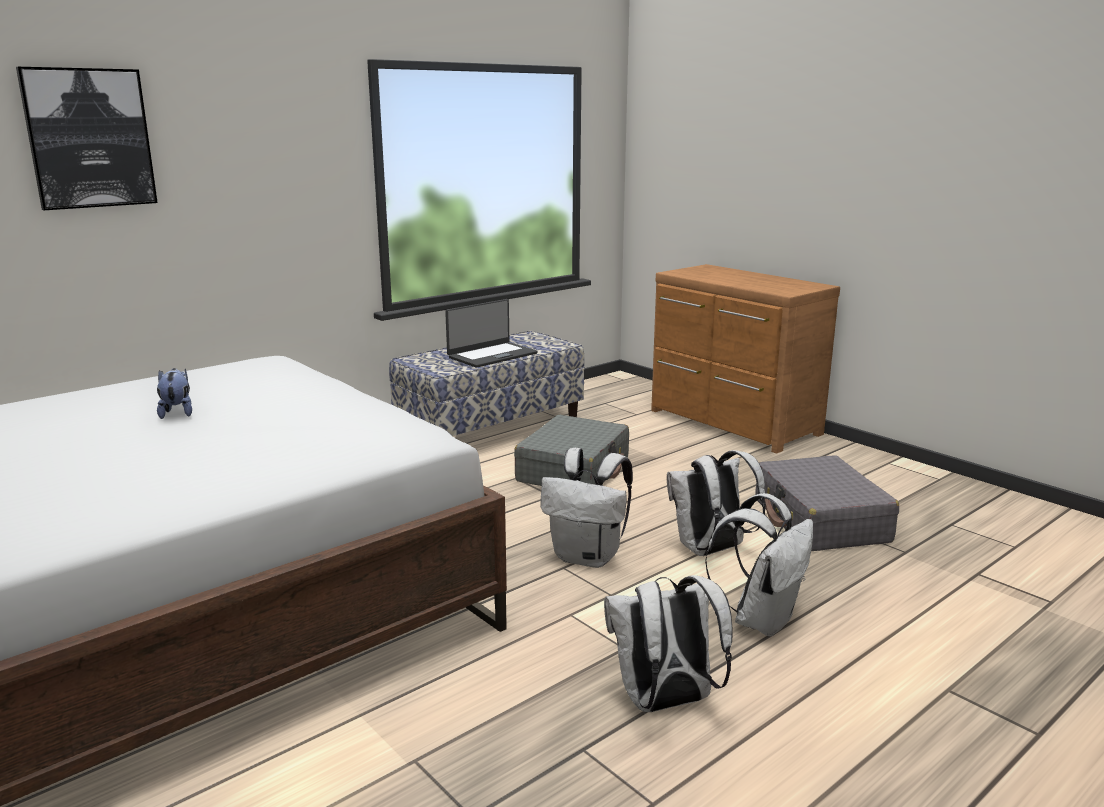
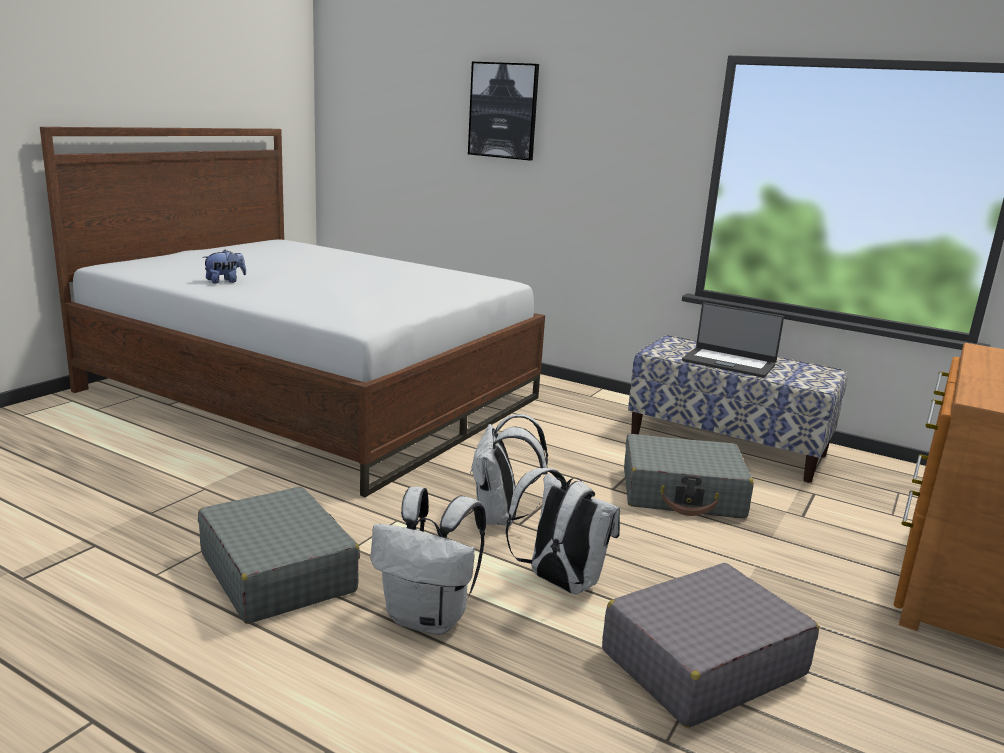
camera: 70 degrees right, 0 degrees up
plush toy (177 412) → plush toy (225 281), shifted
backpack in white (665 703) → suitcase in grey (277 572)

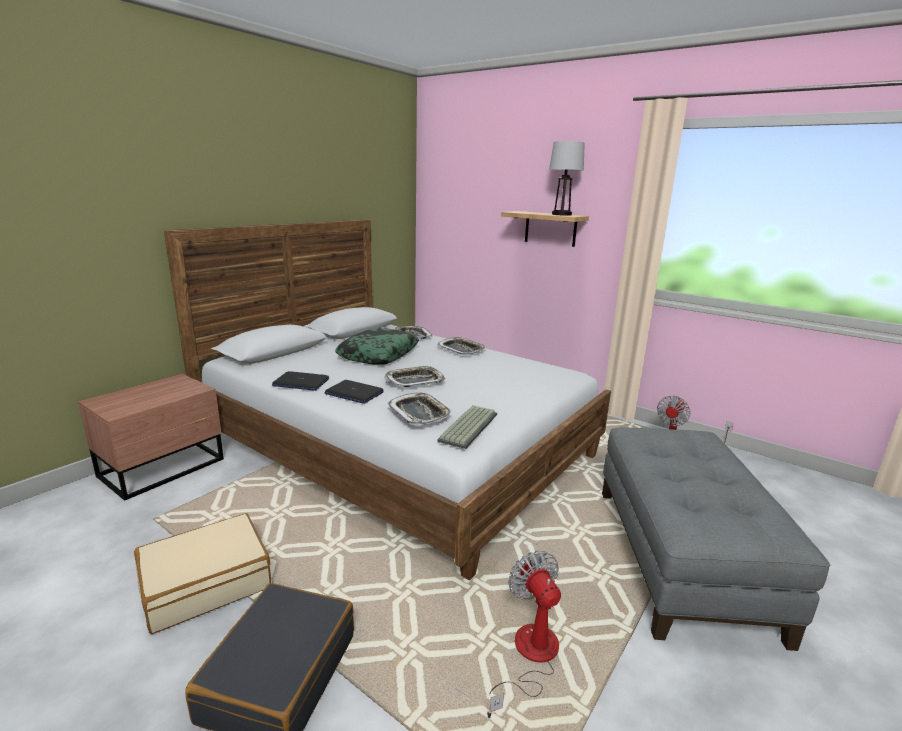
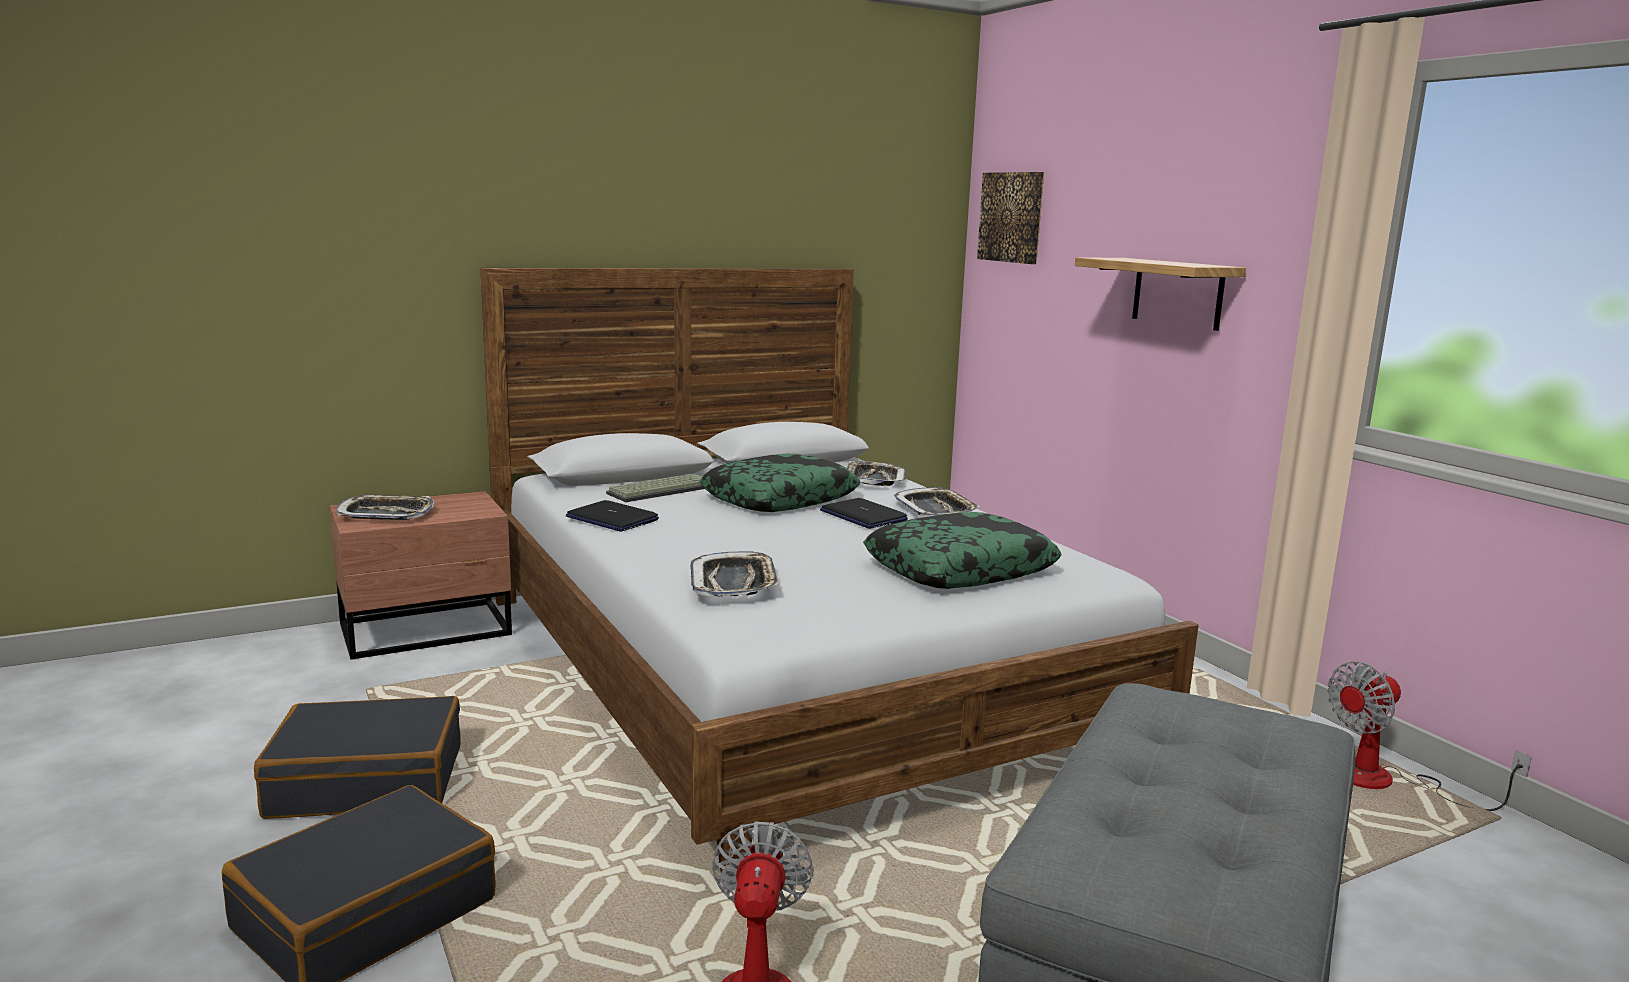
camera: 25 degrees right, 5 degrees down
suitcase in beige (206 583) → suitcase in black (367 781)
laptop (354 393) → laptop (863 516), shifted
tray (415 381) → tray (386 514), shifted
keyboard (467 426) → keyboard (661 489), shifted
table lamp (561 214) → -
- → pillow (960 569)
- → picture (1012 217)

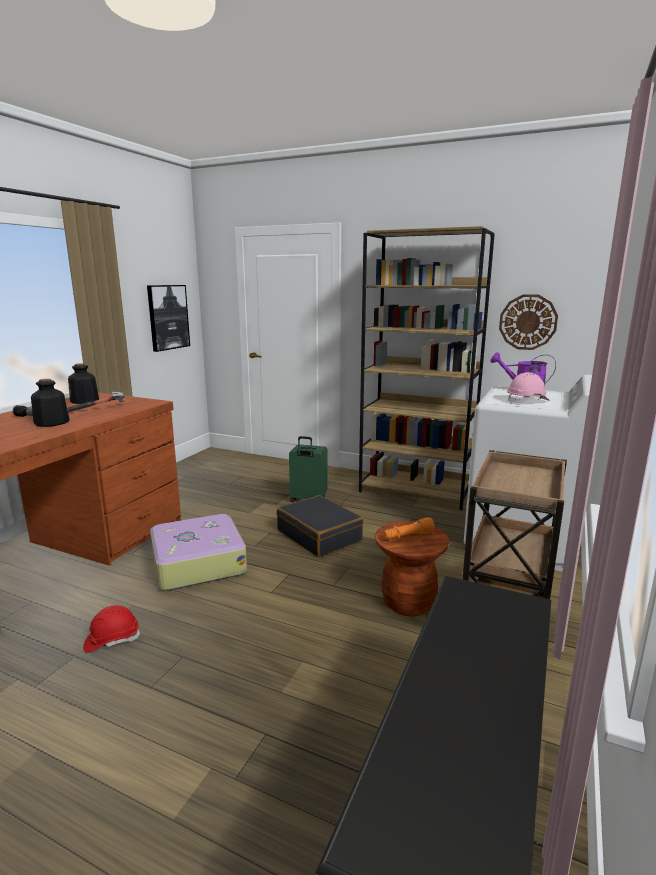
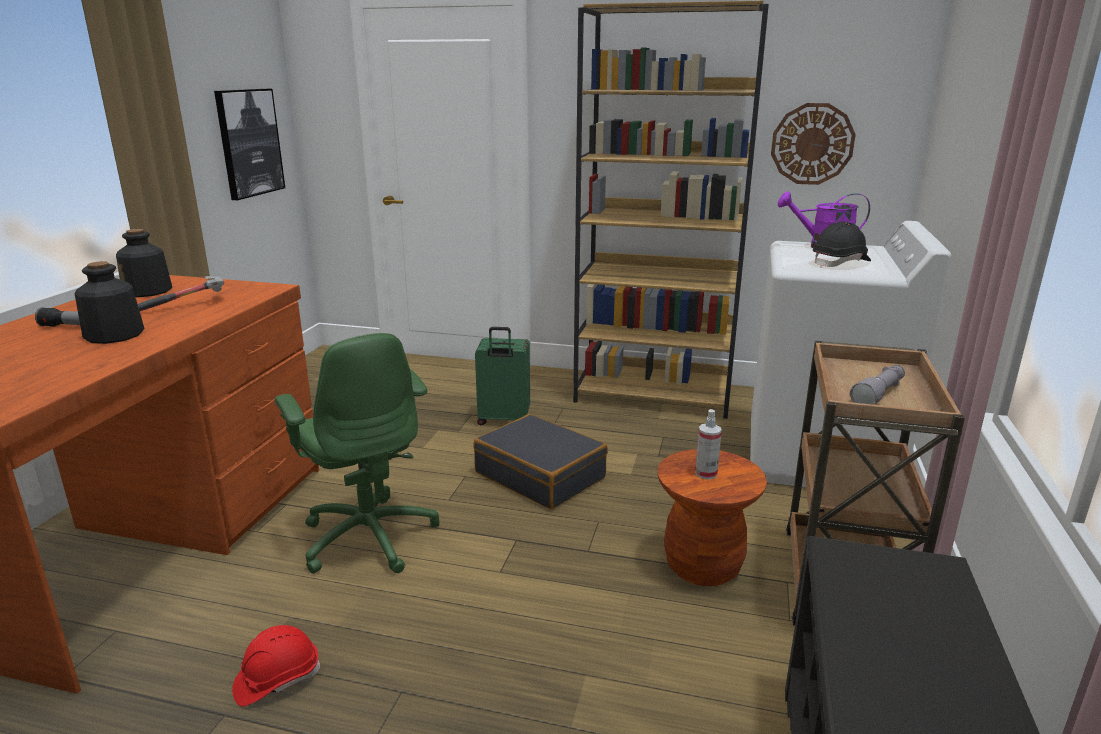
camera: 10 degrees left, 5 degrees up
suitcase (197 562) → office chair in green (369 536)
flashlight in orange (408 536) → spray bottle (706 473)
hard hat in pink (527 401) → hard hat in black (840 263)
- → flashlight in grey (879 394)

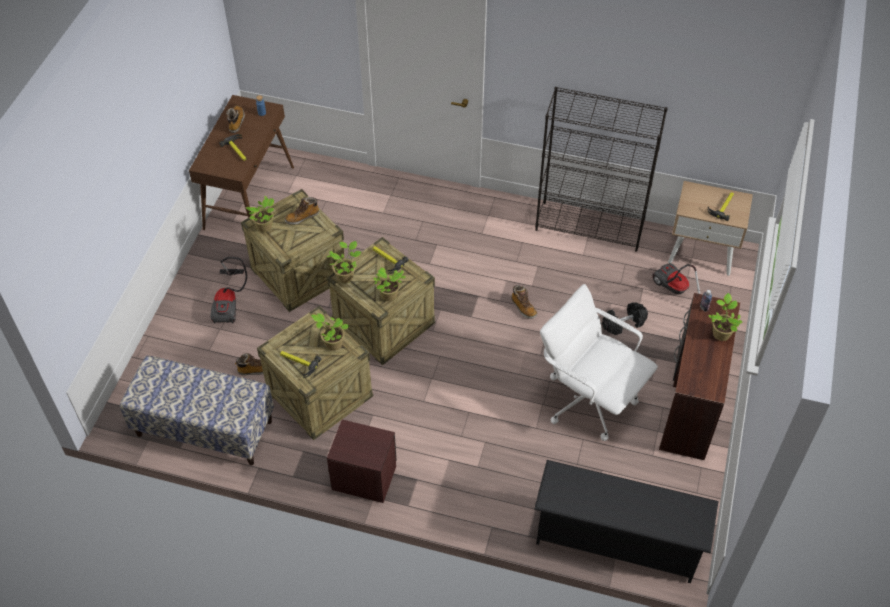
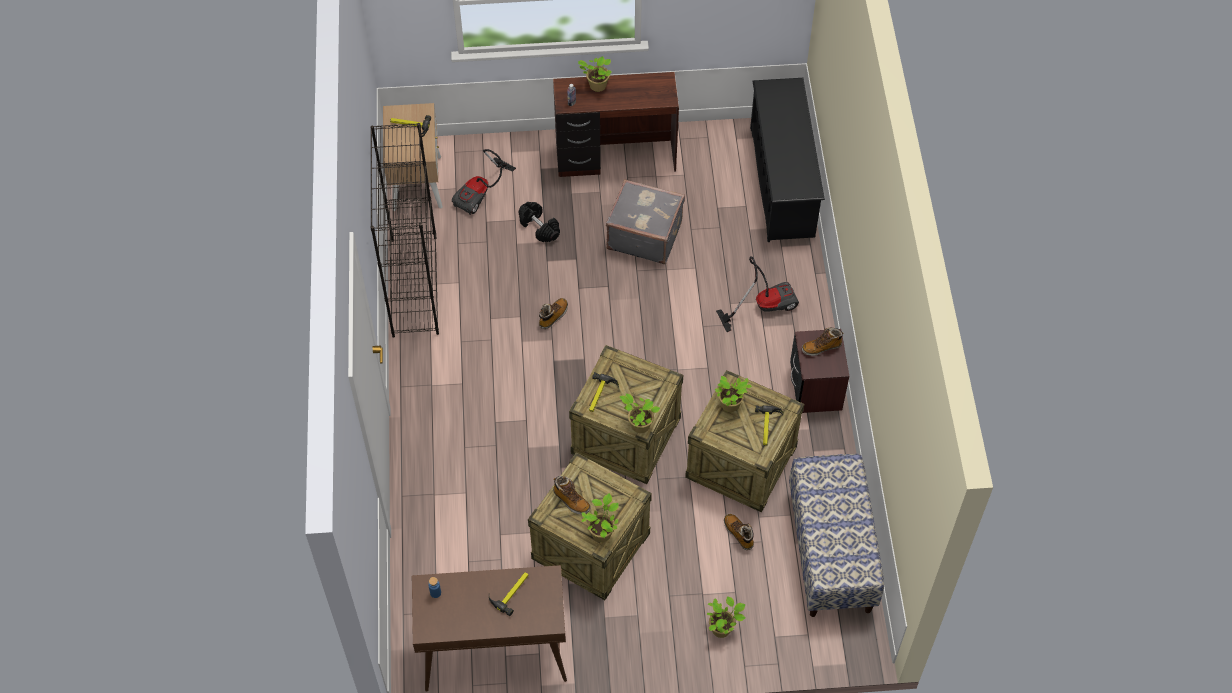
camera: 110 degrees left, 5 degrees up
vacuum cleaner (230 302) → vacuum cleaner (763 305), shifted
boot (236 122) → boot (821 347), shifted
potted plant (389 296) → potted plant (722 628), shifted
office chair in white (589 400) → suitcase in grey (644 234)

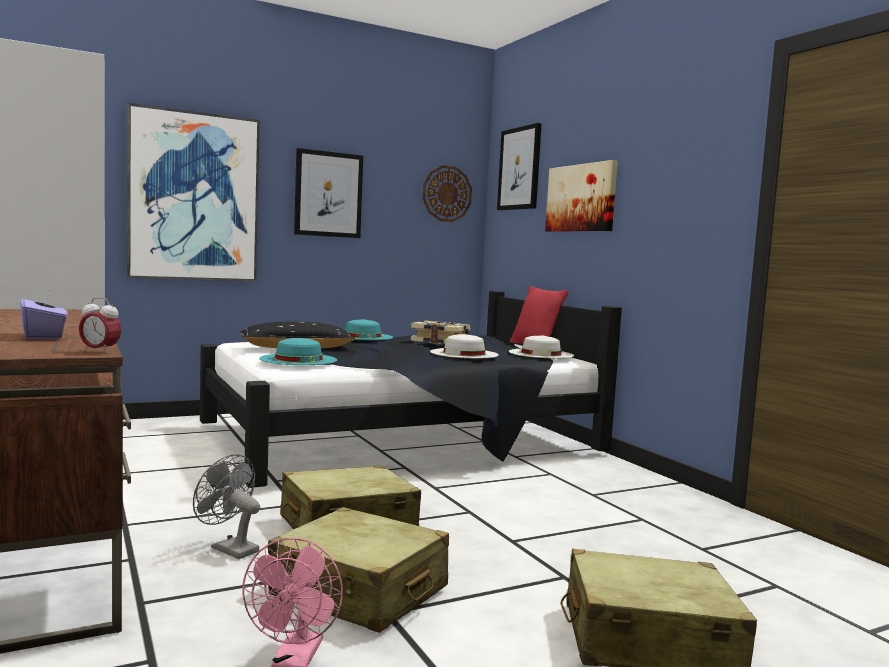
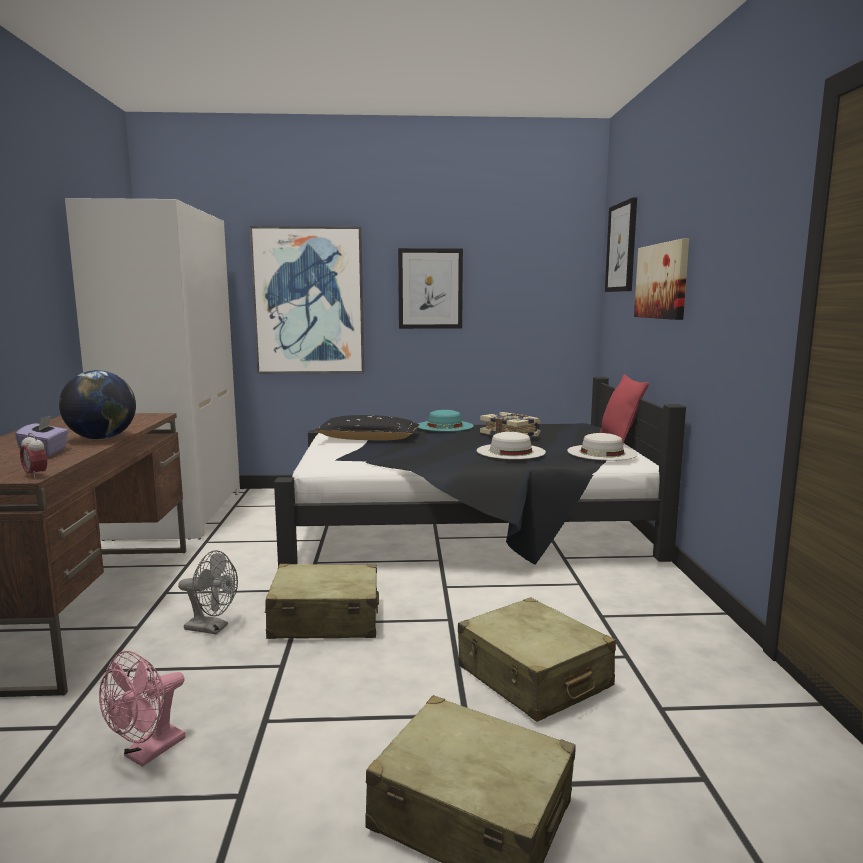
camera: 25 degrees right, 5 degrees up
fan in grey (229 548) → fan in grey (212 628), 135 degrees clockwise
hat in turquoise (299 359) → -
suitcase in beige (359 592) → suitcase in beige (533 677), shifted
wall clock (447 193) → -
- → globe (101 438)

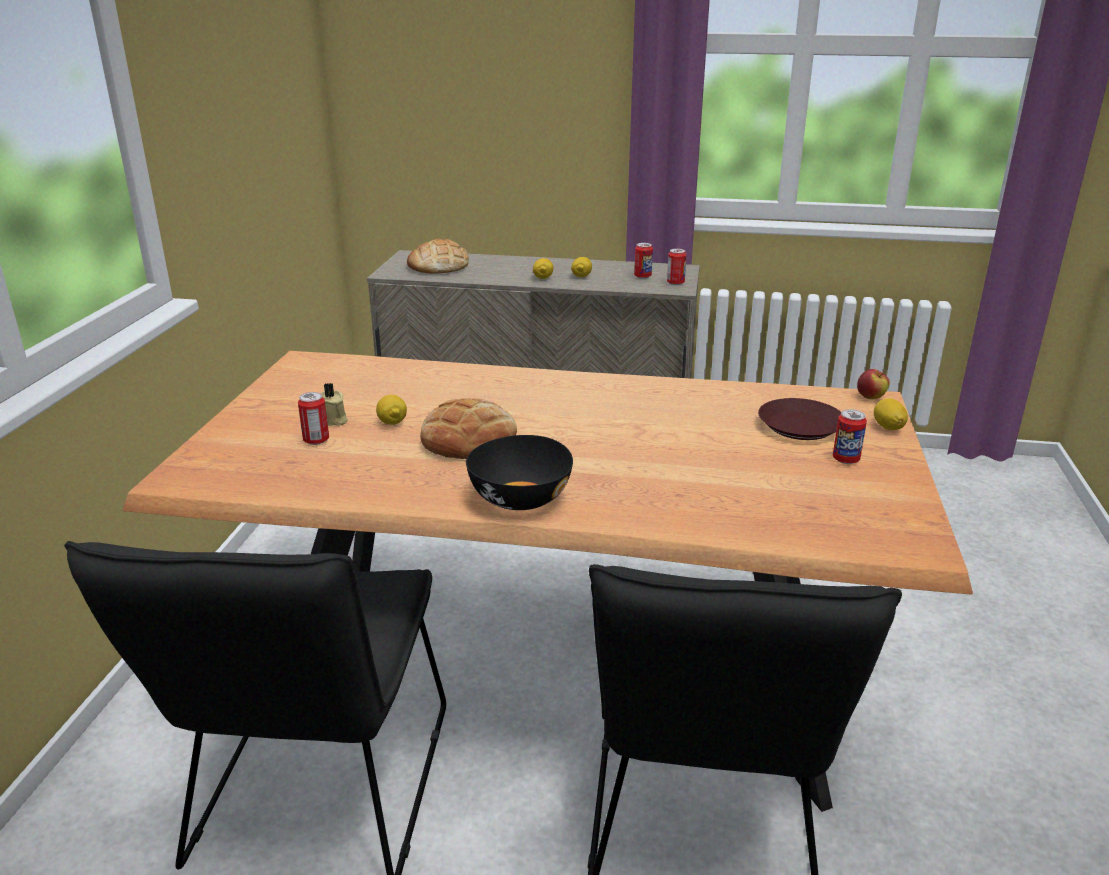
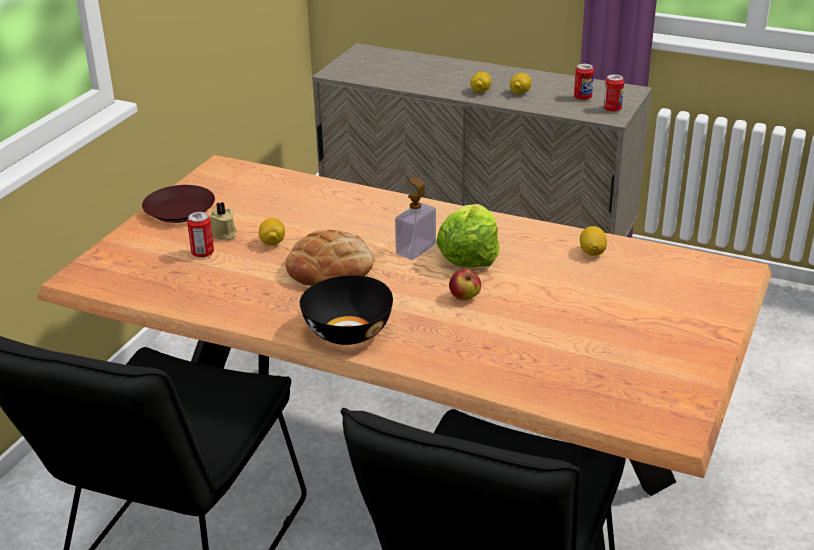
camera: 15 degrees right, 5 degrees up
bread (438 266) → -
plate in brown (801 426) → plate in brown (180 210), shifted
can (845 459) → -
apple (871 397) → apple (464 297), shifted
lemon (888 427) → lemon (592 252), shifted
- → soap dispenser (416 249)
- → lettuce (469 255)

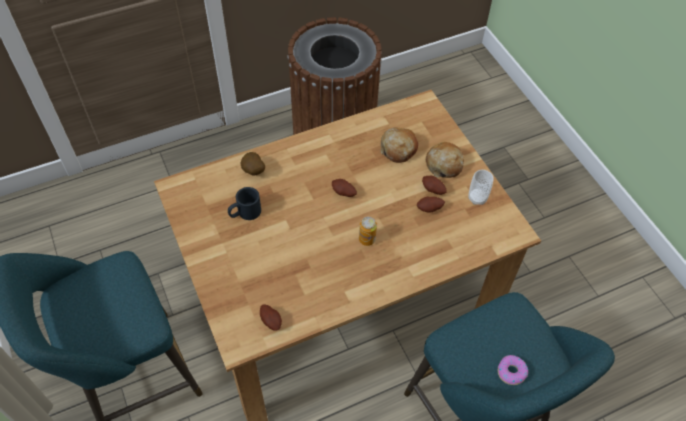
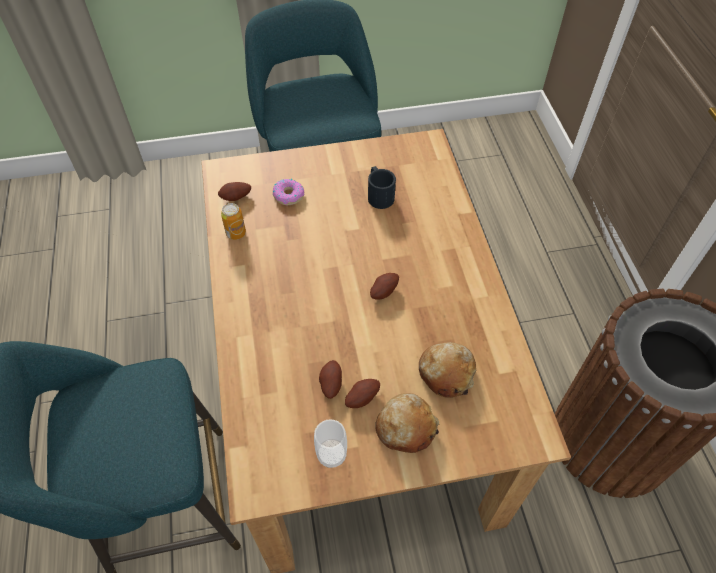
camera: 105 degrees right, 0 degrees up
potato (253 171) → -
can (367 239) → can (236 233), shifted
donut (511 372) → donut (288 195), shifted

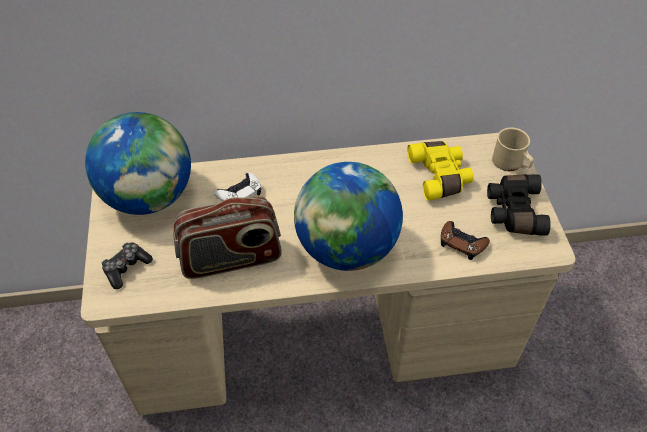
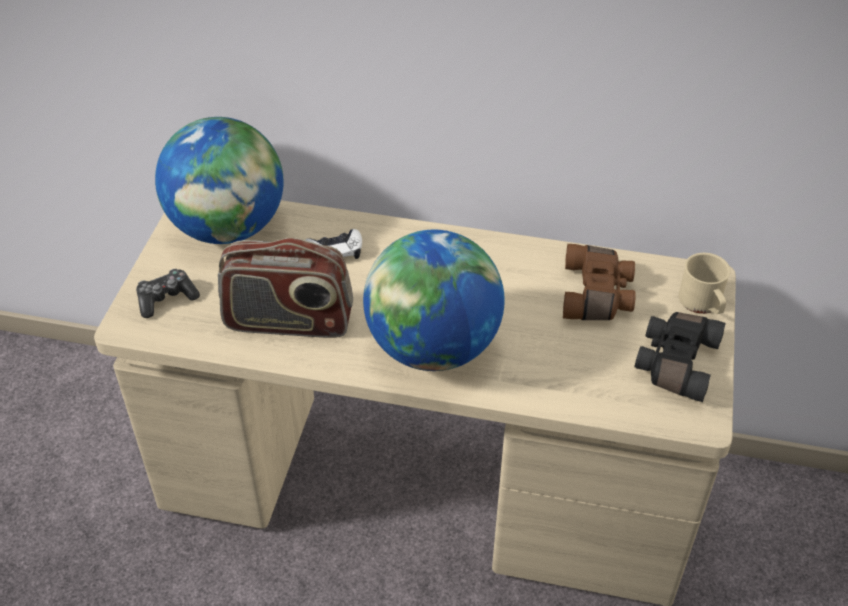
camera: 20 degrees right, 5 degrees down
binoculars in yellow (440 176) → binoculars in brown (598 295)
game controller in brown (462 243) → -

